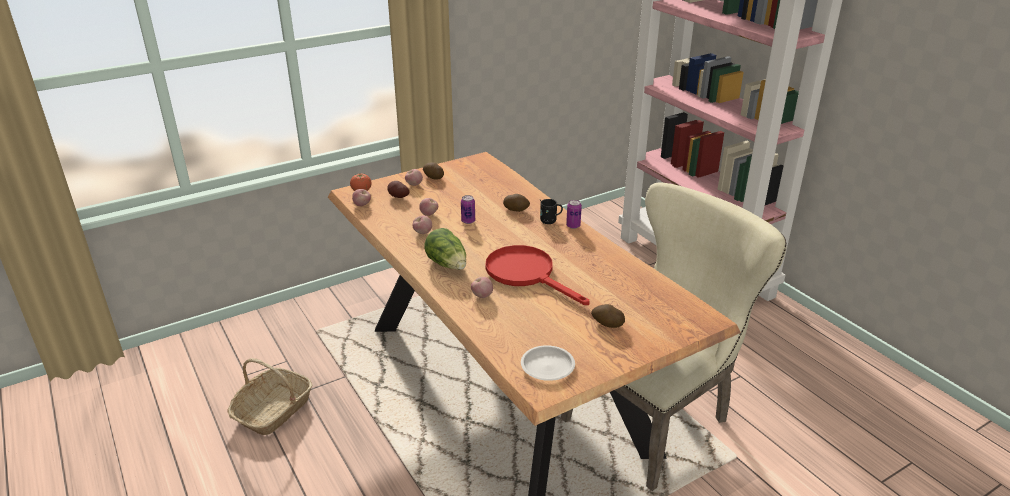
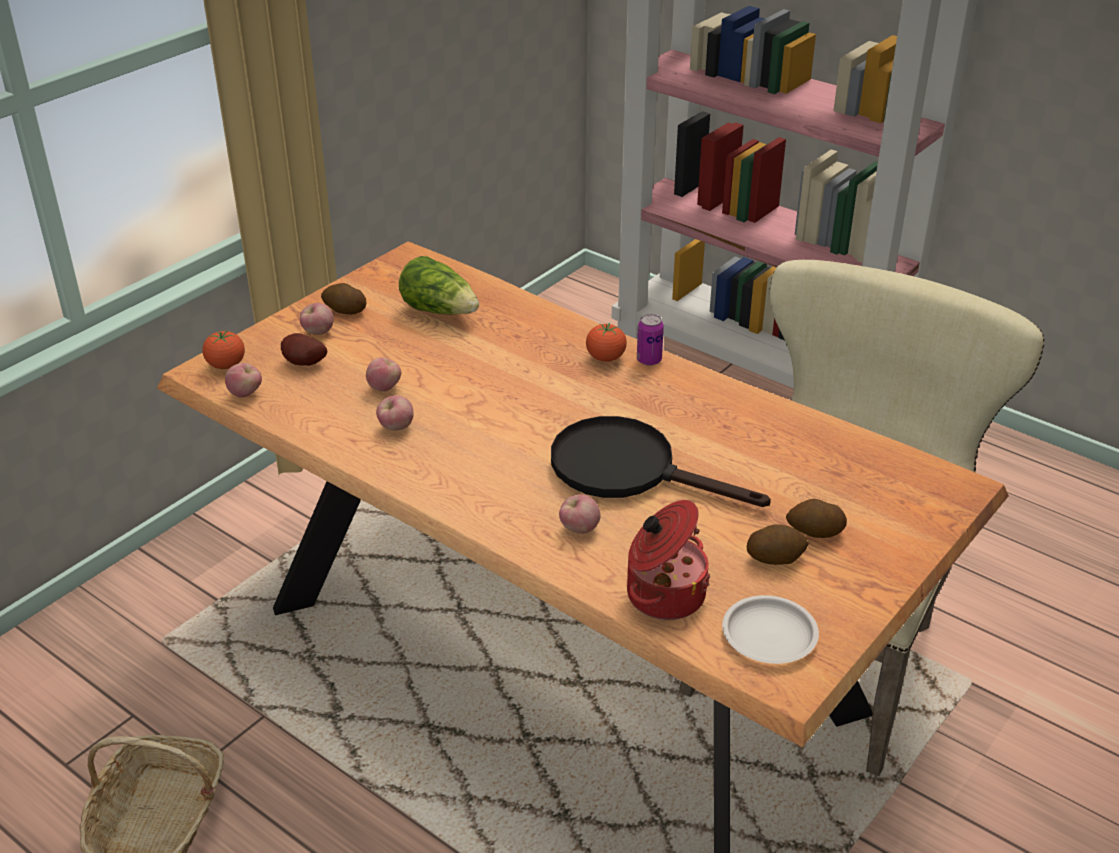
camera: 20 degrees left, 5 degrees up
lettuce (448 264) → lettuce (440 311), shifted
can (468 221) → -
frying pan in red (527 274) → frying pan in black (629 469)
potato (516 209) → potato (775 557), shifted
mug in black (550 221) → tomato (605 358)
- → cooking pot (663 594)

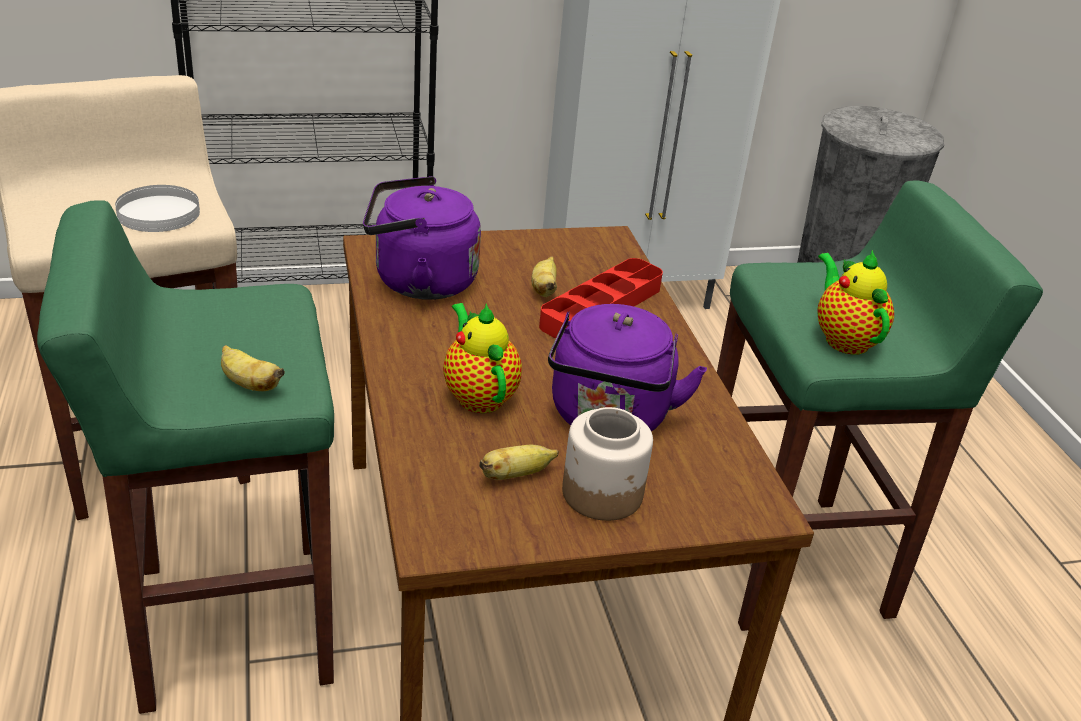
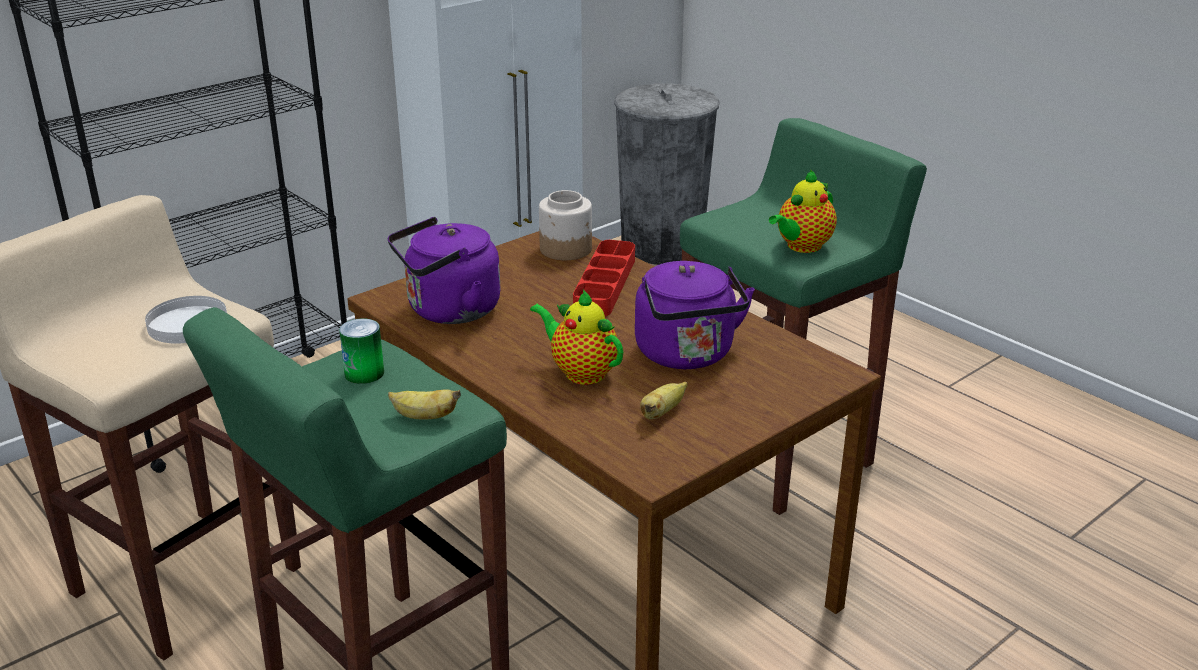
camera: 25 degrees left, 5 degrees down
banana (544 289) → -
jar (603 494) → jar (566 249), shifted
teapot (844 339) → teapot (801 247), 90 degrees counterclockwise
- → can (364 373)

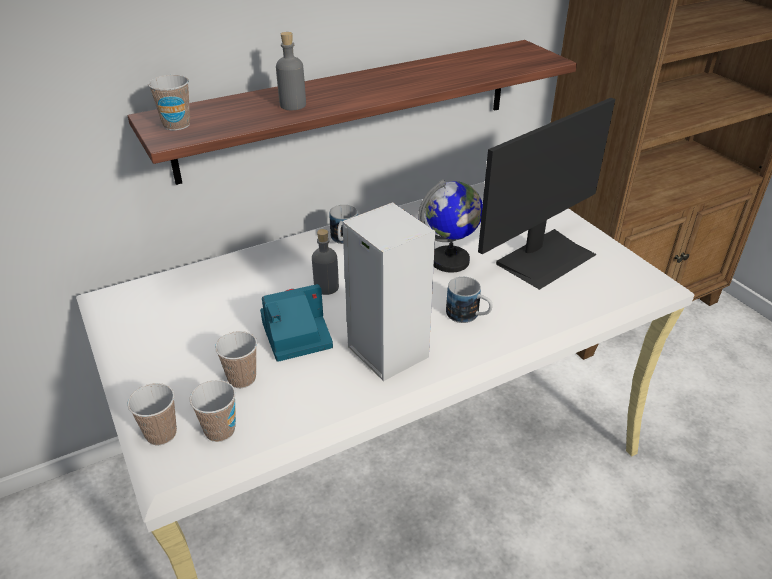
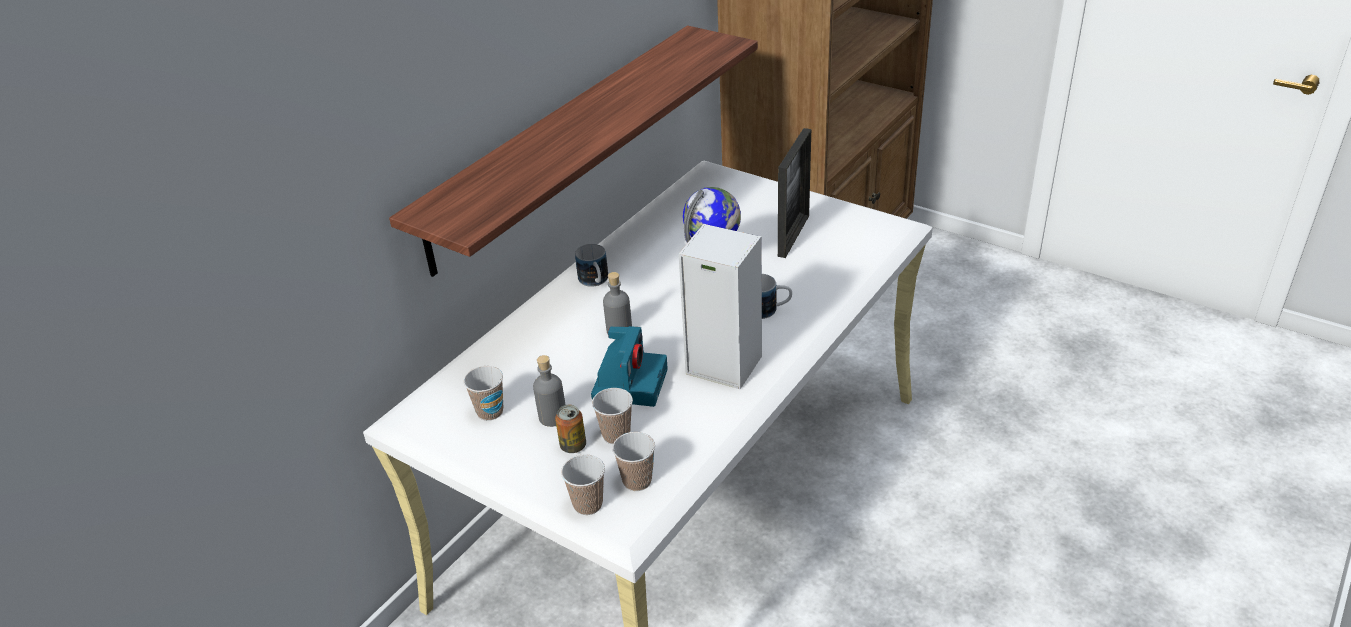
camera: 25 degrees left, 0 degrees up
cup (176 125) → cup (490 412), shifted
photo camera (295 335) → photo camera (629 382), 150 degrees clockwise
bottle in grey (292 105) → bottle in grey (552 417), shifted
monitor (545 257) → picture frame (793 235)
- → can (573 446)

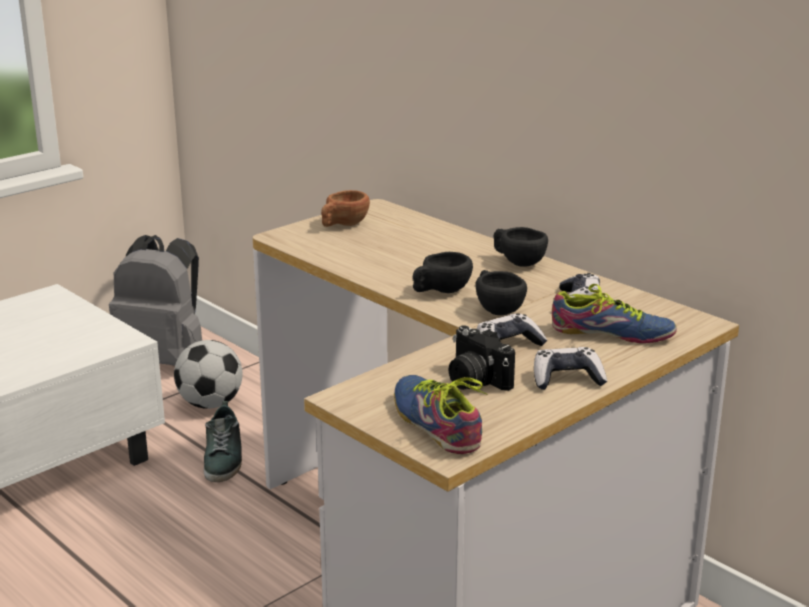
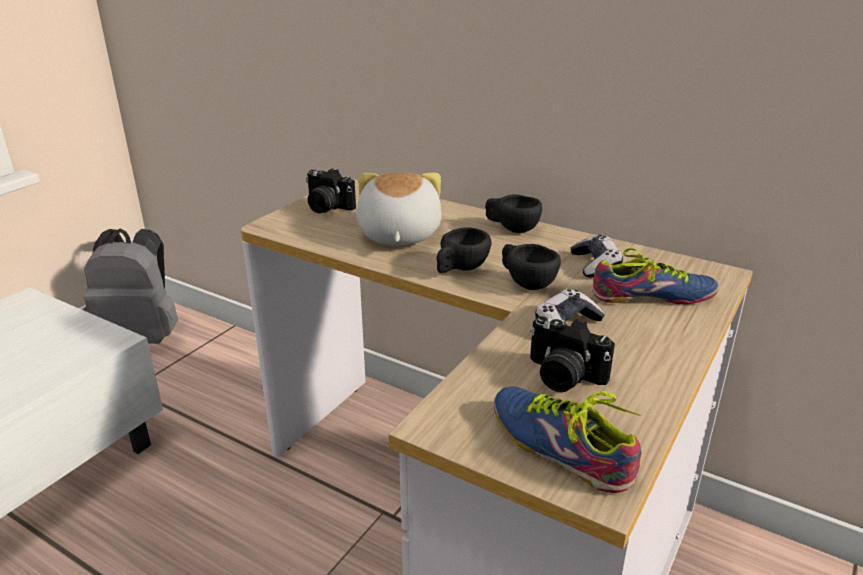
camera: 15 degrees left, 5 degrees up
football (211 404) → -
shoe (224 458) → -
cup in brown (343 225) → photo camera (326 207)
game controller (567 379) → -
- → plush toy (397 235)

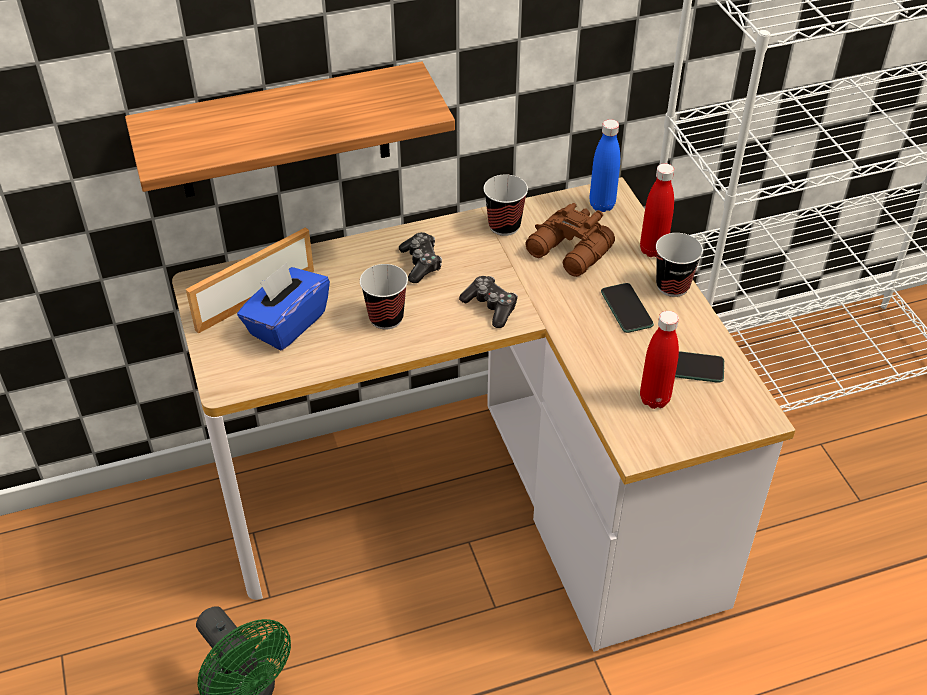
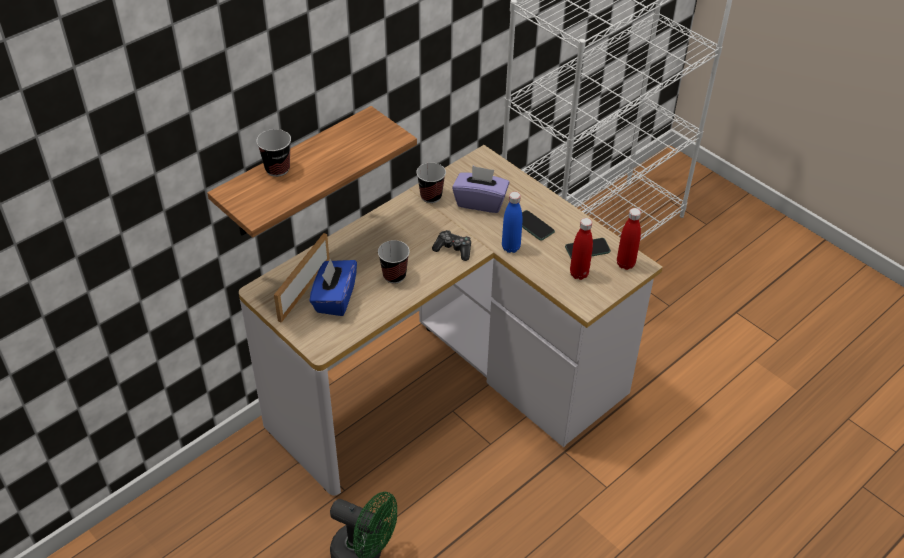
camera: 25 degrees left, 0 degrees up
game controller (421 263) → -
binoculars in brown (569 253) → tissue box in purple (480 202)
bottle in blue (602 205) → bottle in blue (510 247), shifted
bottle in red (653 250) → bottle in red (625 264), shifted
cup (672 286) → cup (277 169), shifted

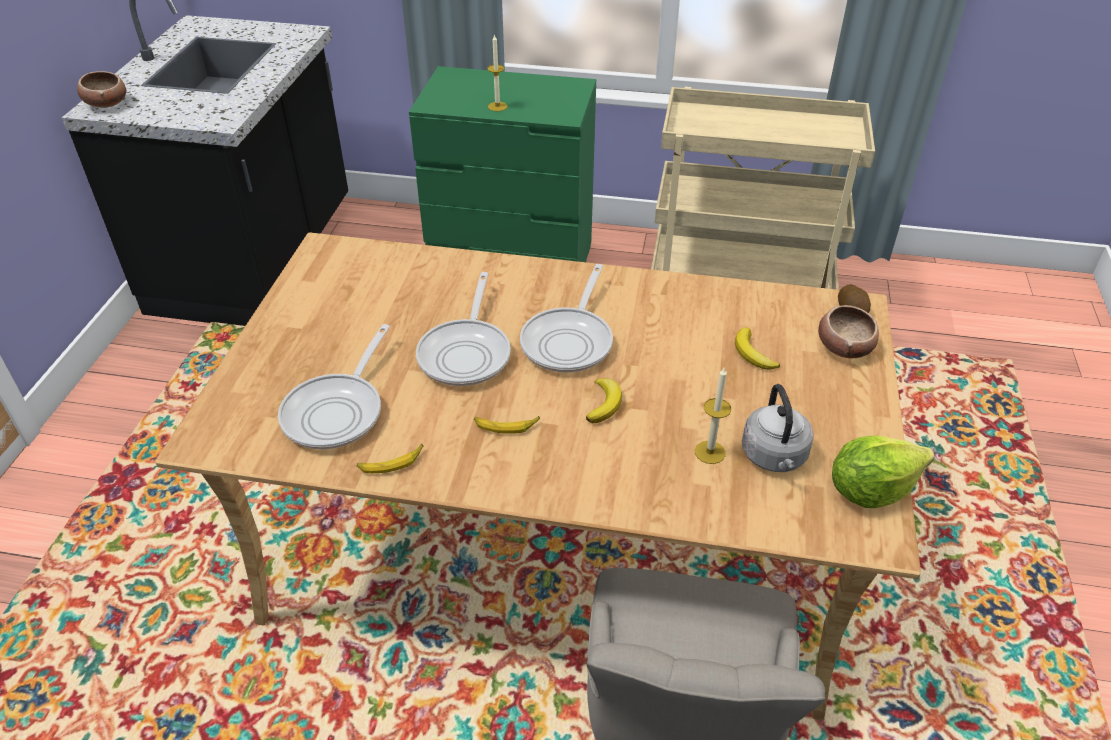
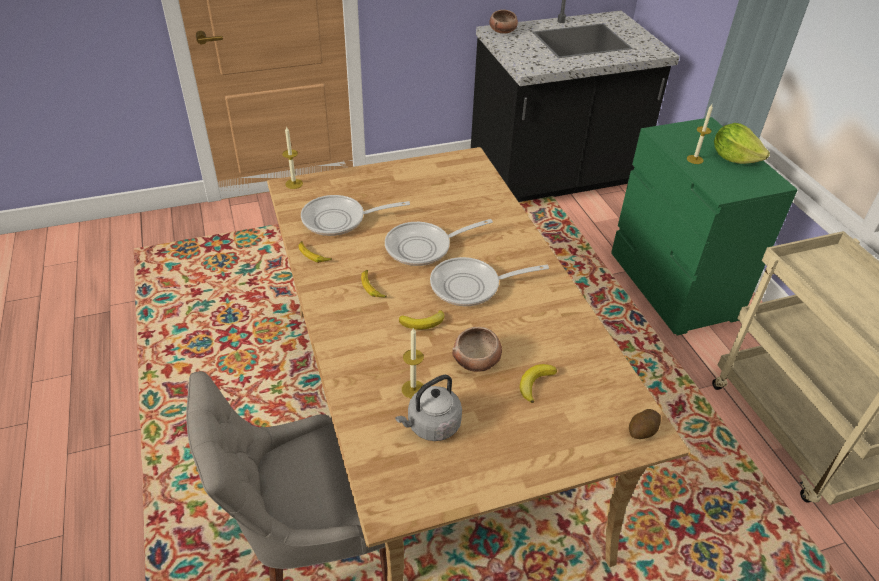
camera: 60 degrees right, 0 degrees up
bowl (844 347) → bowl (477 360), shifted
lettuce (870 490) → lettuce (734 158), shifted
- → candle (294 184)

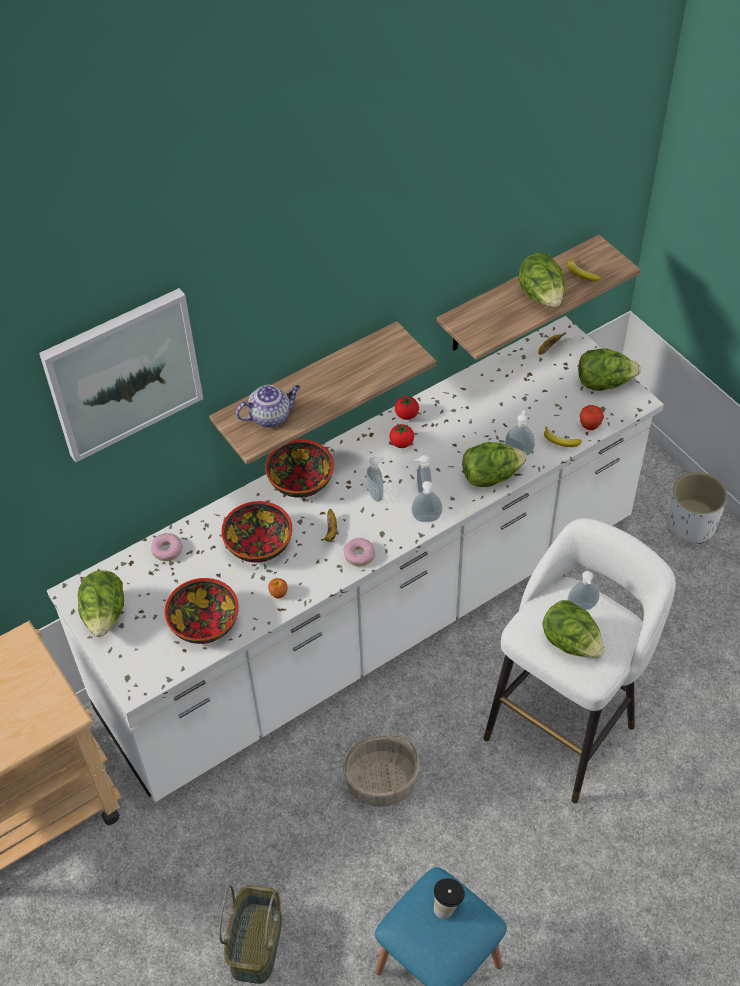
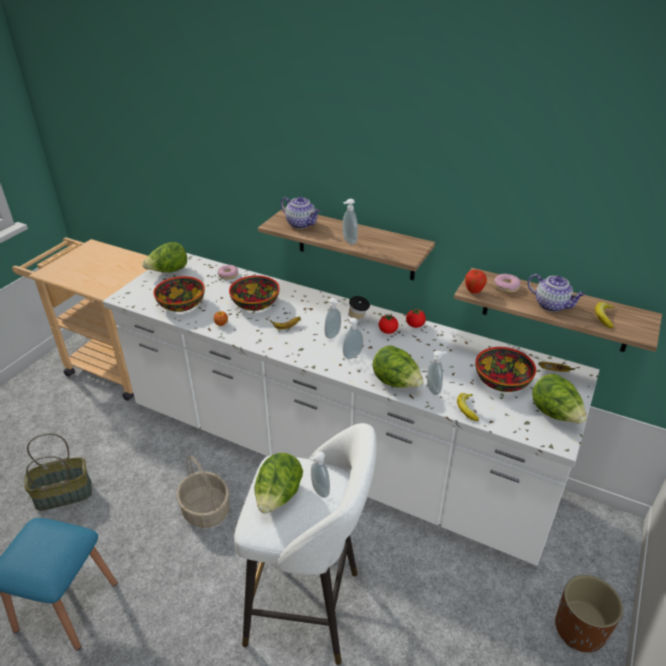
camera: 60 degrees right, 15 degrees down
picture (123 373) → -
bowl (301 480) → bowl (502 381), shifted
donut (359 555) → donut (506 287), shifted
soap dispenser (426 520) → soap dispenser (348 241), shifted
cup (447 906) → cup (358 322), shifted
lettuce (541 297) → teapot (552 305)
apple (589 426) → apple (473 291), shifted
planter in white (690 526) → planter in brown (579 629)

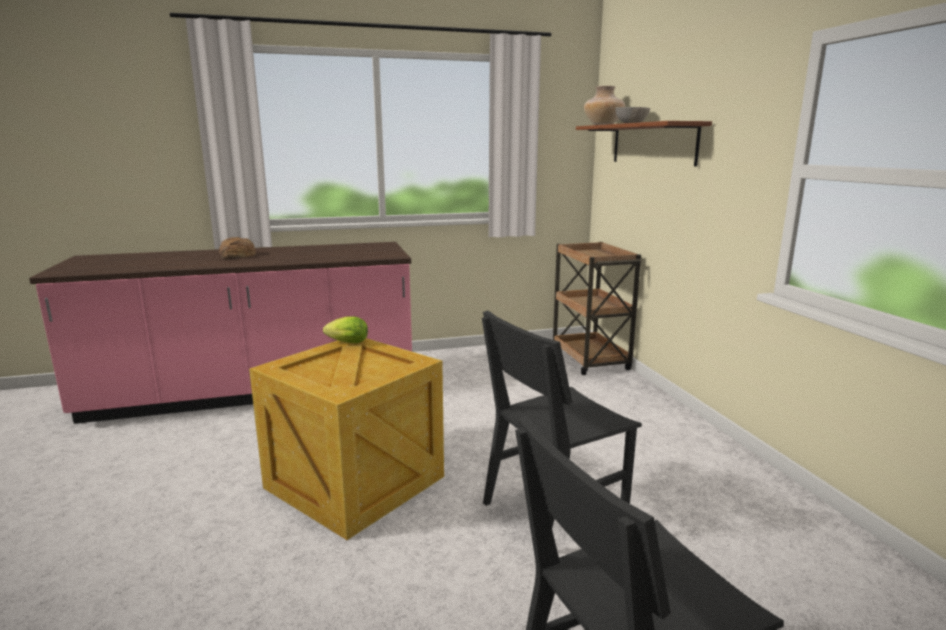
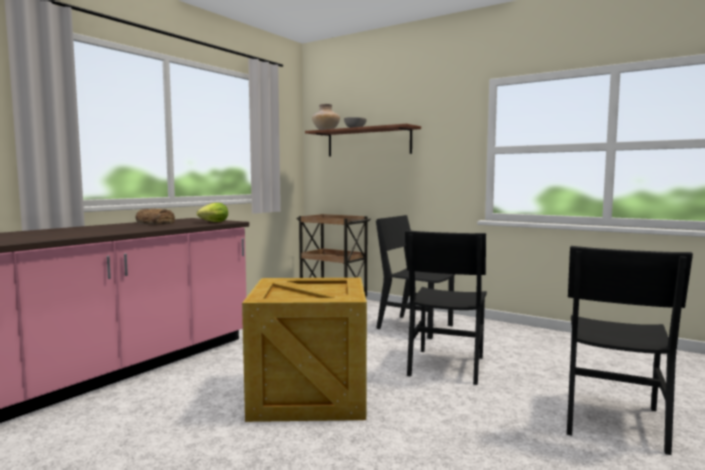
camera: 40 degrees left, 10 degrees down
bread (237 254) → bread (155 223), shifted
lettuce (345 343) → lettuce (212 222), shifted
- → chair in black (415 327)

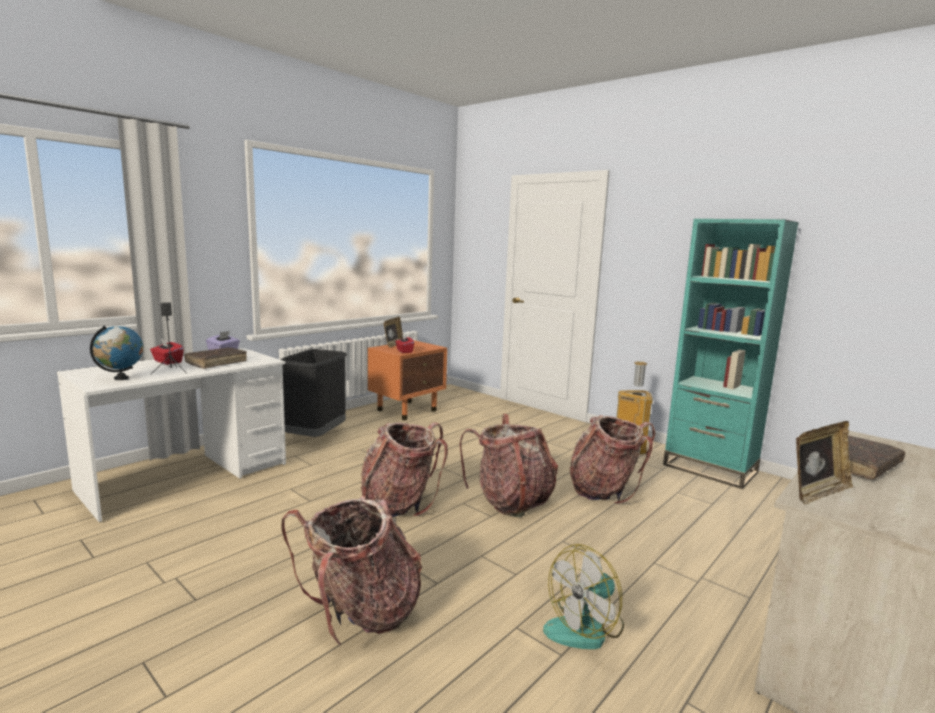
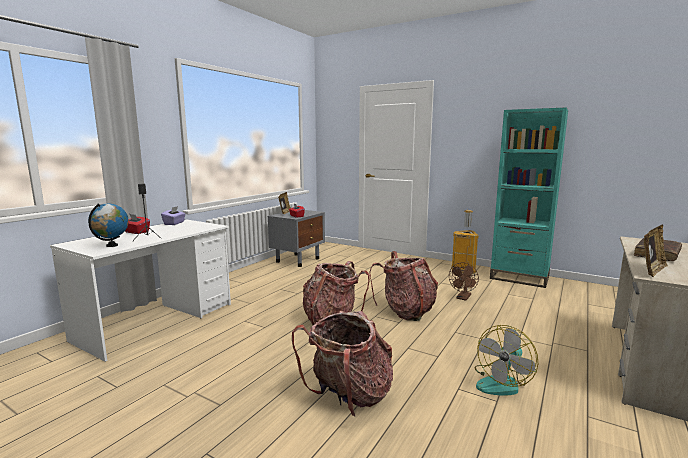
camera: 10 degrees left, 0 degrees up
book in brown (216 363) → -
trash can in black (315 437) → -
nightstand in orange (407 410) → nightstand in grey (298 260)
backpack (605 490) → fan in brown (463 298)

